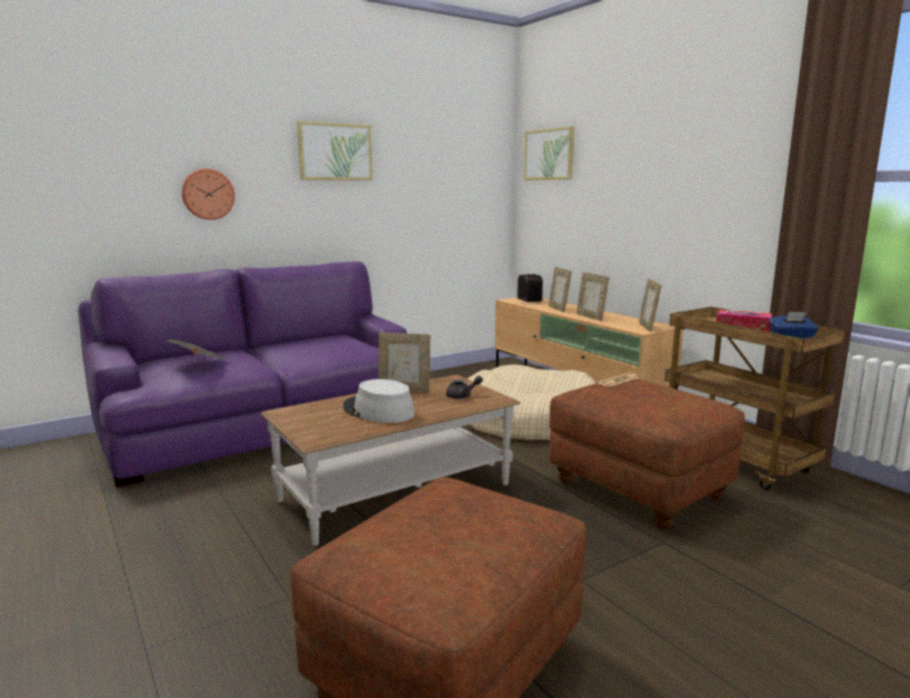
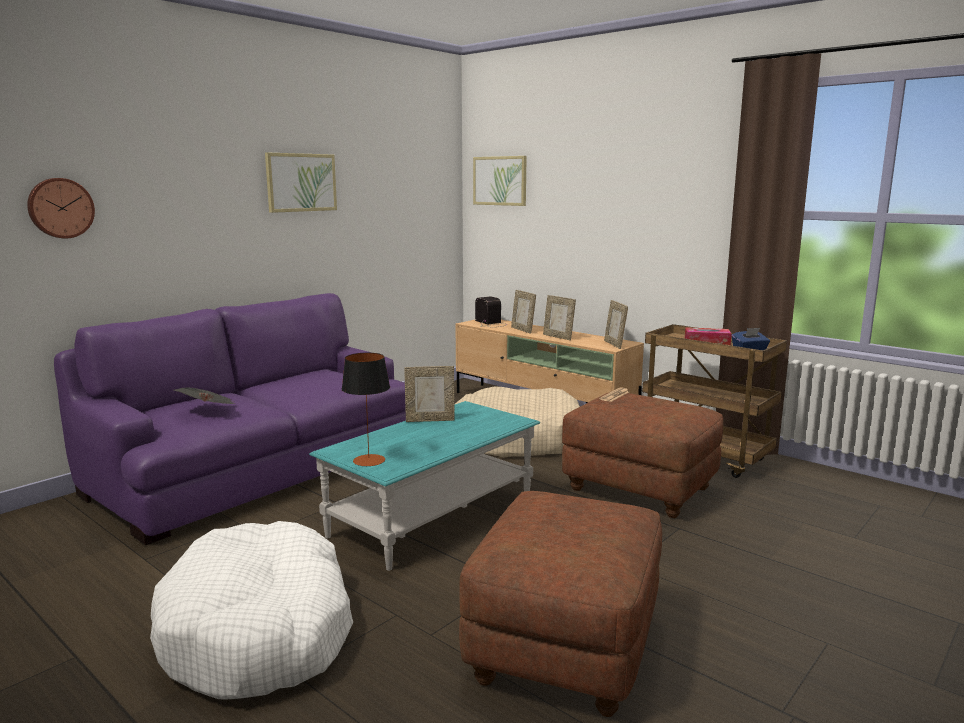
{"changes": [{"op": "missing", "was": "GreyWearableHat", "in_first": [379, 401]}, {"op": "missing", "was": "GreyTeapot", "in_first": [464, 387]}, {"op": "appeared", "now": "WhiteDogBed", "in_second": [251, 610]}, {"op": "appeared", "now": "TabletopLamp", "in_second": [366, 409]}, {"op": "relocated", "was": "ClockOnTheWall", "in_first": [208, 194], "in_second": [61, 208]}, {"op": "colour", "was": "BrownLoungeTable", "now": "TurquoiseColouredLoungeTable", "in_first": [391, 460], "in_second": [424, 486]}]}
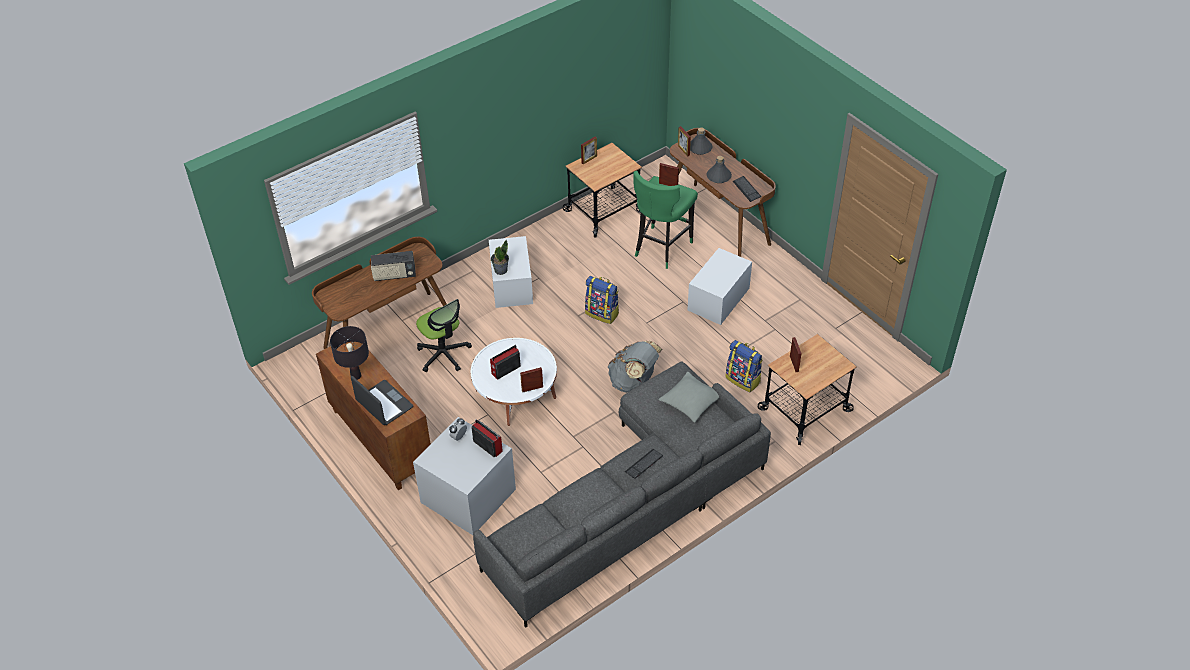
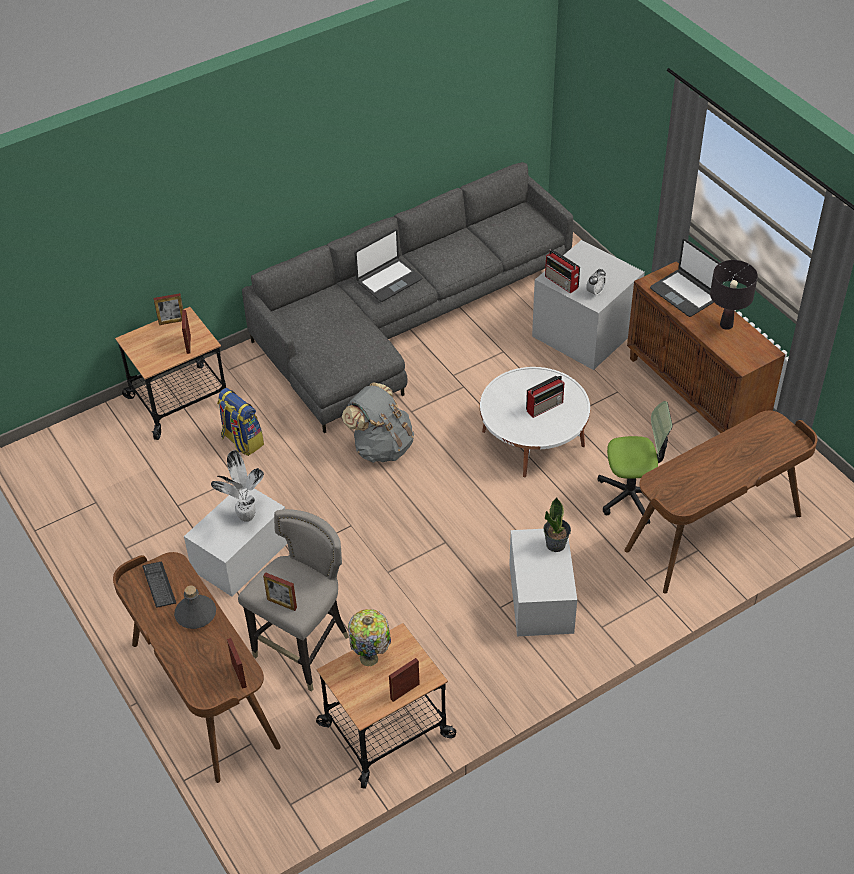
{"changes": [{"op": "missing", "was": "Radio", "in_first": [393, 266]}, {"op": "missing", "was": "Rucksack", "in_first": [602, 300]}, {"op": "missing", "was": "GreyThrowPillow", "in_first": [689, 397]}, {"op": "missing", "was": "GreyBottle", "in_first": [701, 141]}, {"op": "appeared", "now": "PlantInAPot", "in_second": [237, 486]}, {"op": "appeared", "now": "TabletopLamp", "in_second": [369, 637]}, {"op": "relocated", "was": "PhotoFrame", "in_first": [531, 379], "in_second": [168, 309]}, {"op": "exchanged", "was": "Keyboard", "now": "NotebookComputer", "in_first": [644, 464], "in_second": [388, 265]}, {"op": "colour", "was": "GreenColouredSittingStool", "now": "GreySittingStool", "in_first": [665, 220], "in_second": [293, 600]}, {"op": "spun", "was": "DeskChair", "in_first": [444, 335], "in_second": [635, 462], "clockwise": 120}]}
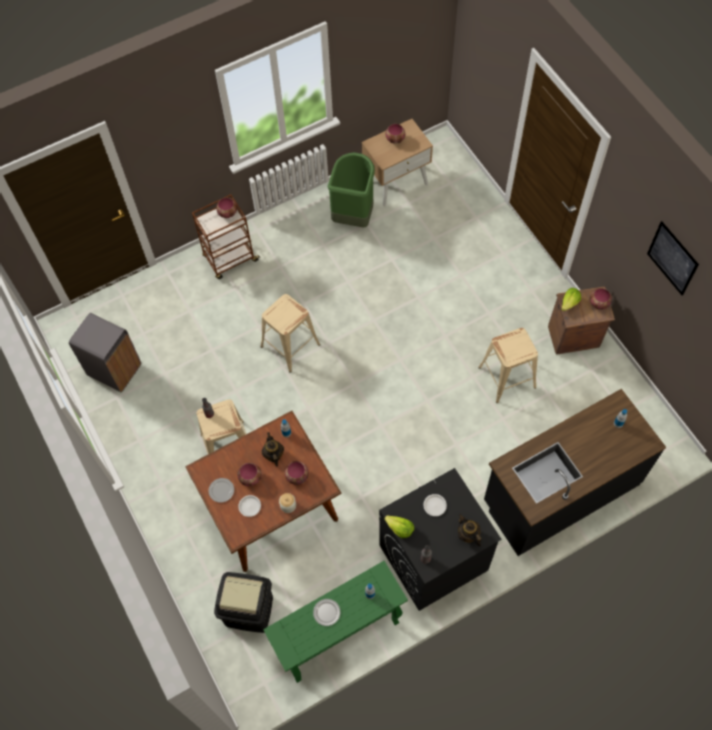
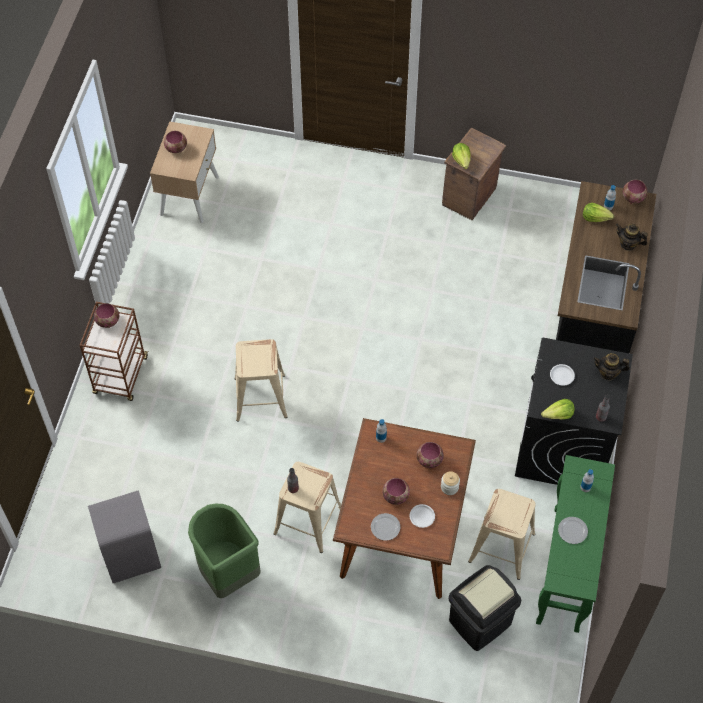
{"changes": [{"op": "missing", "was": "WallPicture", "in_first": [673, 258]}, {"op": "appeared", "now": "Lettuce", "in_second": [598, 212]}, {"op": "relocated", "was": "Teapot", "in_first": [273, 449], "in_second": [632, 237]}, {"op": "relocated", "was": "GreenColouredTrashCan", "in_first": [351, 189], "in_second": [224, 551]}, {"op": "relocated", "was": "SandColouredSittingStool", "in_first": [508, 365], "in_second": [502, 534]}, {"op": "relocated", "was": "ServingBowl", "in_first": [601, 299], "in_second": [635, 192]}]}
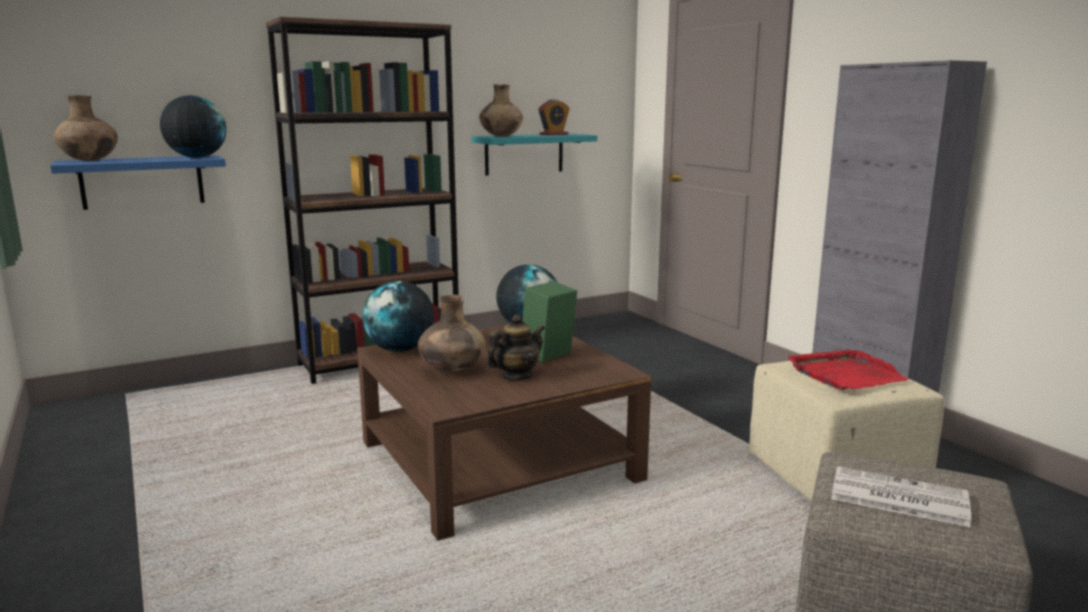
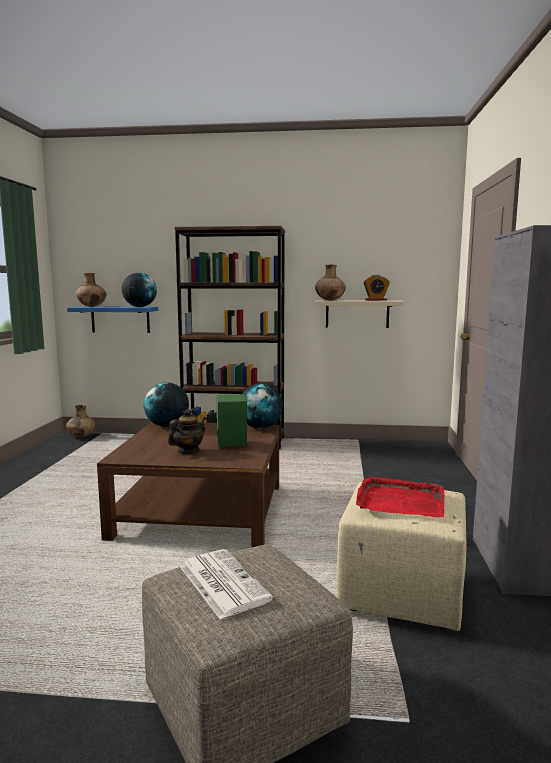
{"changes": [{"op": "relocated", "was": "BrownVase", "in_first": [451, 334], "in_second": [81, 421]}, {"op": "colour", "was": "TurquoiseColouredWallShelf", "now": "SandColouredWallShelf", "in_first": [534, 154], "in_second": [359, 314]}, {"op": "spun", "was": "Teapot", "in_first": [515, 347], "in_second": [187, 431], "clockwise": -45}]}
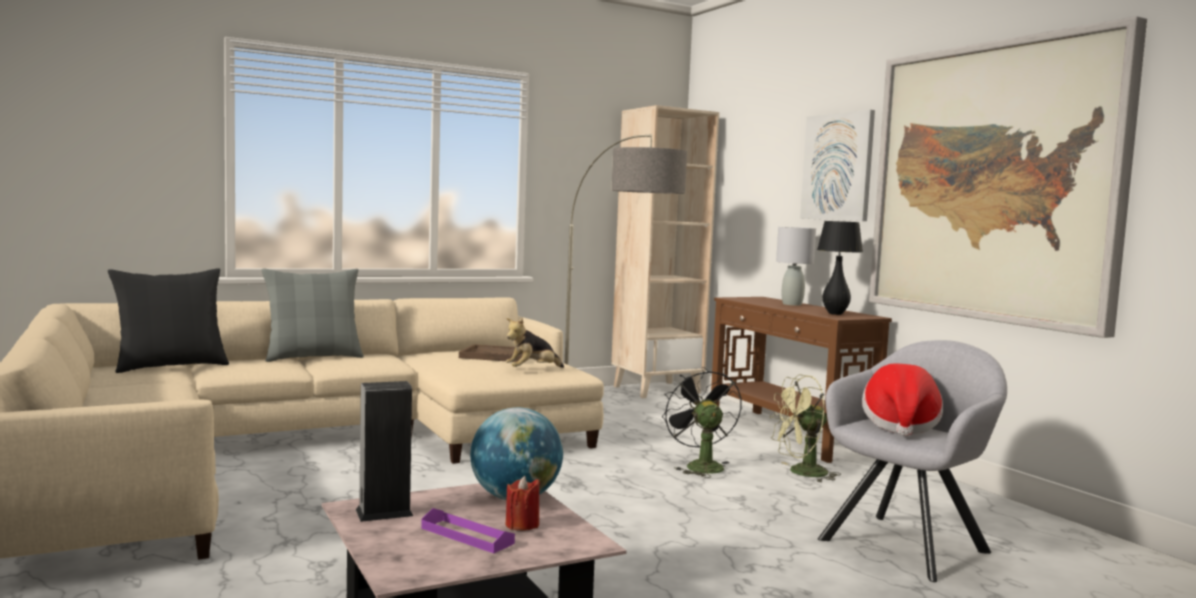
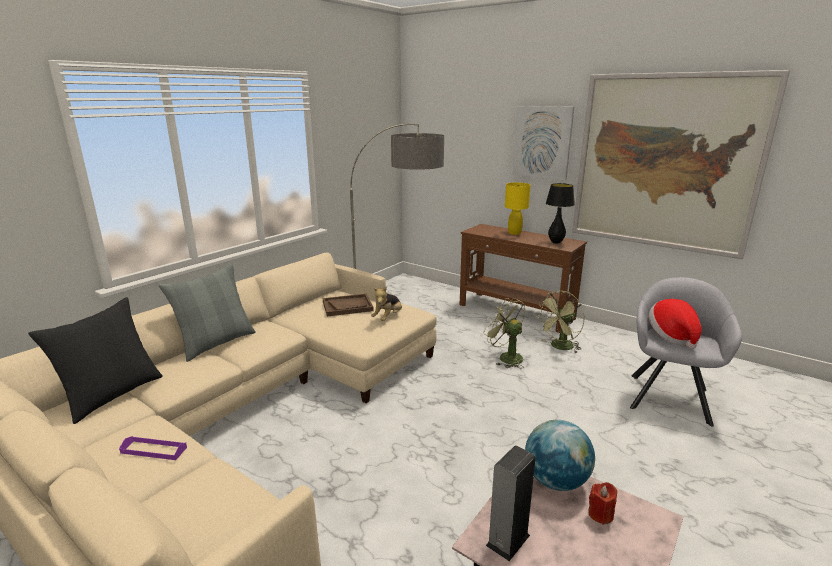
{"changes": [{"op": "missing", "was": "SandColouredShelvingUnit", "in_first": [665, 251]}, {"op": "relocated", "was": "PurpleColouredServingTray", "in_first": [468, 530], "in_second": [153, 448]}, {"op": "colour", "was": "BlackElectricFan", "now": "GreenColouredElectricFan", "in_first": [702, 422], "in_second": [504, 333]}, {"op": "colour", "was": "GreyTabletopLamp", "now": "YellowTabletopLamp", "in_first": [796, 266], "in_second": [518, 208]}]}
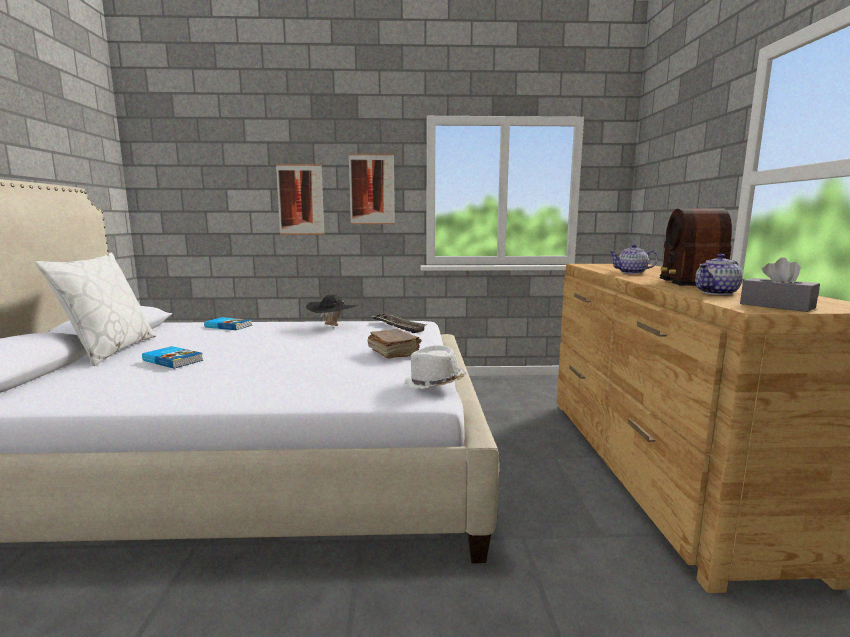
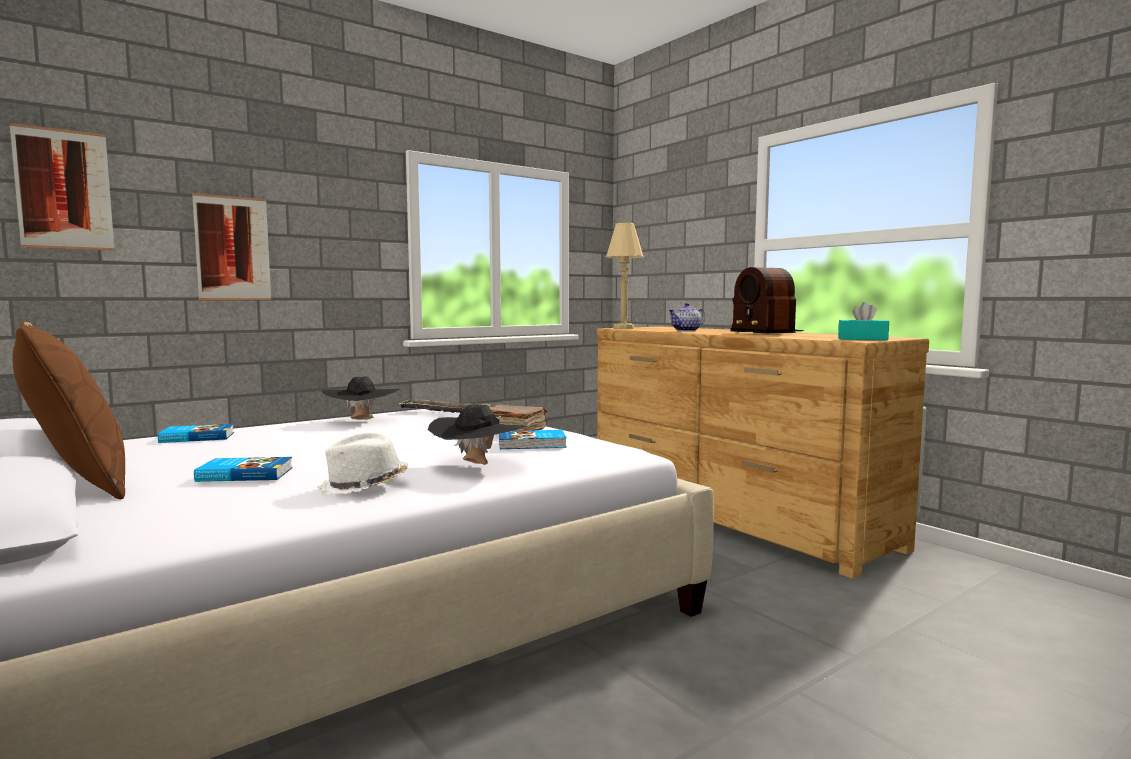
{"changes": [{"op": "missing", "was": "Teapot", "in_first": [719, 274]}, {"op": "appeared", "now": "BlackWearableHat", "in_second": [476, 434]}, {"op": "appeared", "now": "Book", "in_second": [533, 439]}, {"op": "appeared", "now": "SandColouredTabletopLamp", "in_second": [625, 276]}, {"op": "relocated", "was": "WallPicture", "in_first": [372, 189], "in_second": [62, 187]}, {"op": "relocated", "was": "WhiteWearableHat", "in_first": [435, 367], "in_second": [362, 464]}, {"op": "colour", "was": "WhiteThrowPillow", "now": "BrownThrowPillow", "in_first": [95, 309], "in_second": [69, 410]}, {"op": "colour", "was": "GreyBoxOfTissues", "now": "TurquoiseColouredBoxOfTissues", "in_first": [780, 284], "in_second": [863, 321]}]}
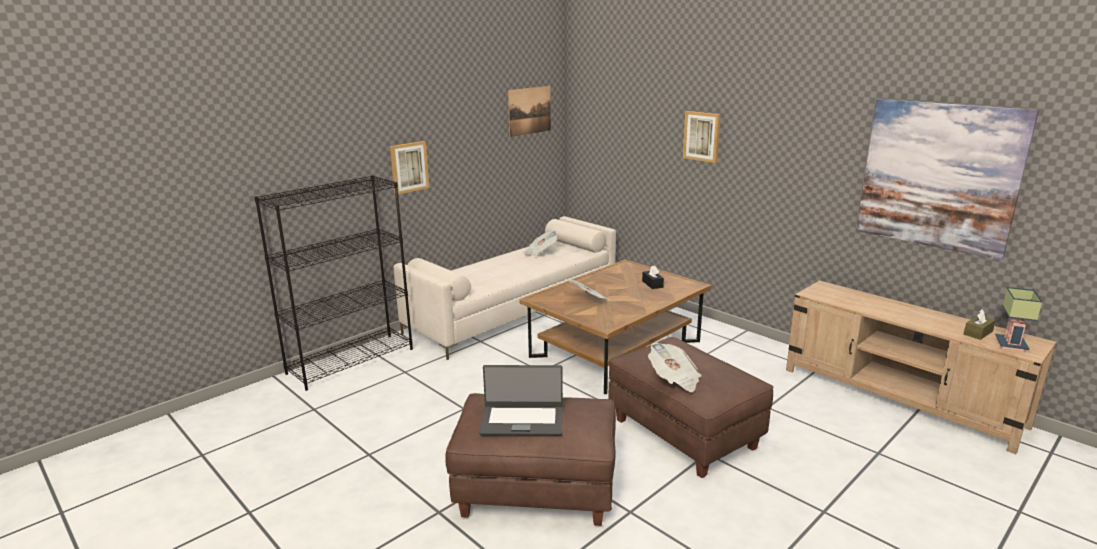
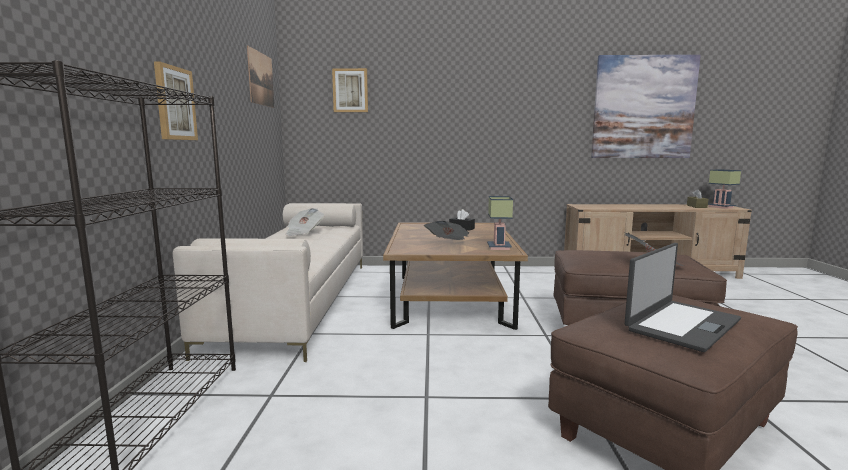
{"changes": [{"op": "appeared", "now": "TabletopLamp", "in_second": [500, 223]}, {"op": "relocated", "was": "WallPicture", "in_first": [702, 137], "in_second": [350, 90]}]}
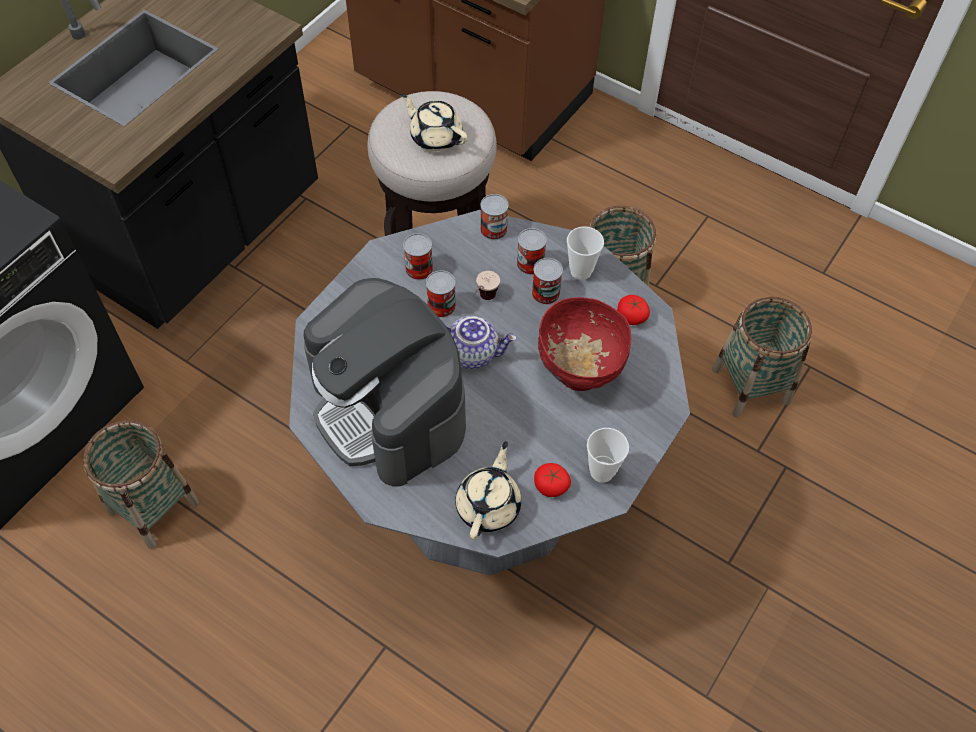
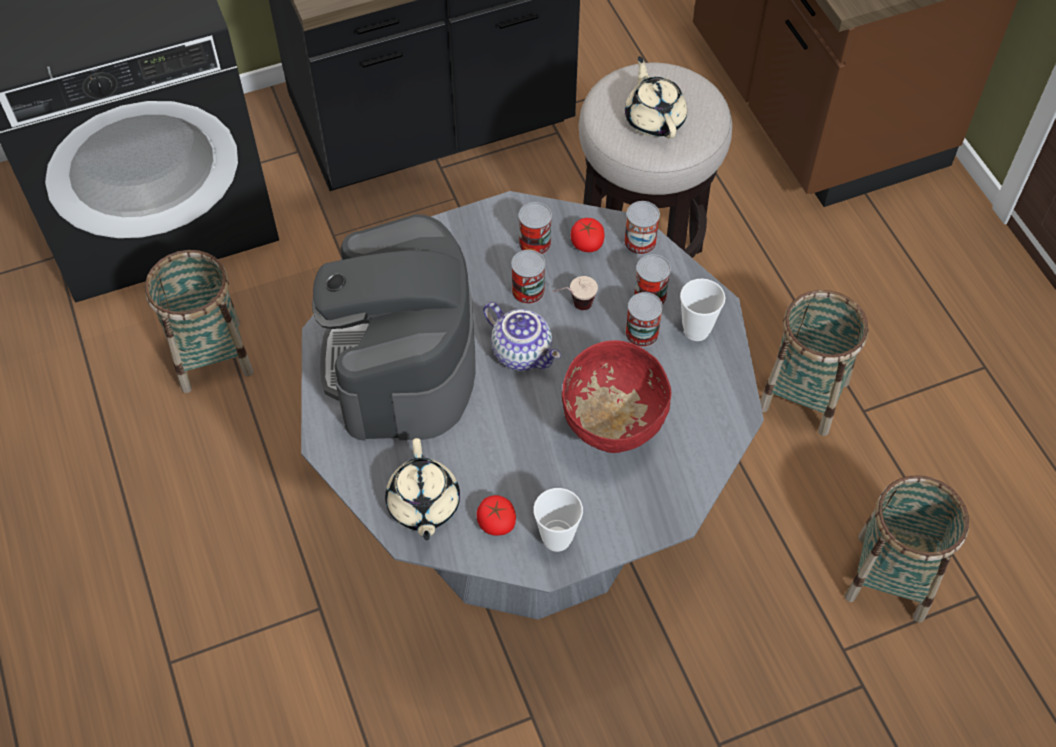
{"changes": [{"op": "relocated", "was": "WholeTomato", "in_first": [633, 310], "in_second": [588, 235]}, {"op": "spun", "was": "SandColouredTeapot", "in_first": [488, 490], "in_second": [422, 489], "clockwise": 120}]}
